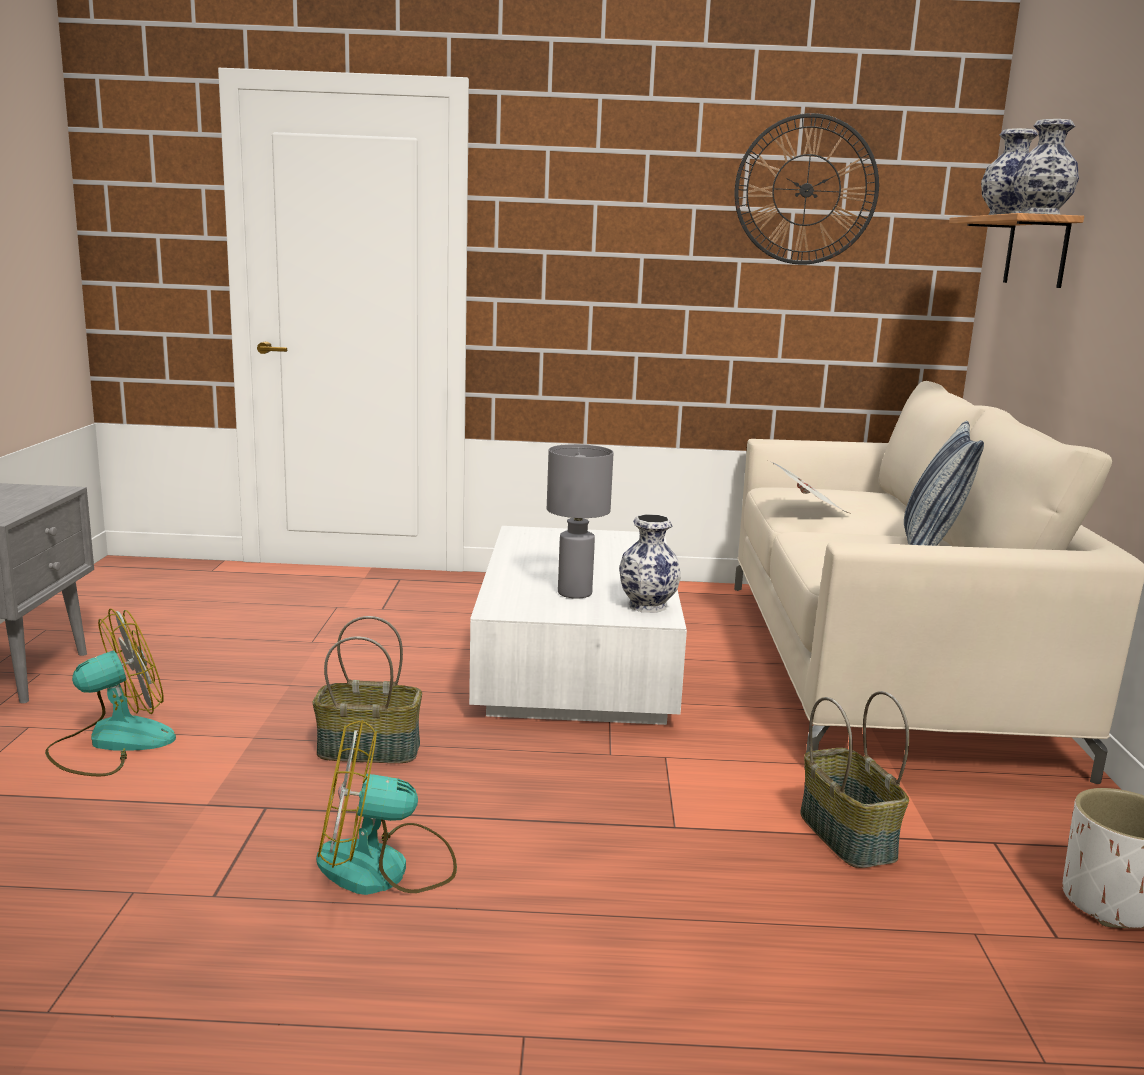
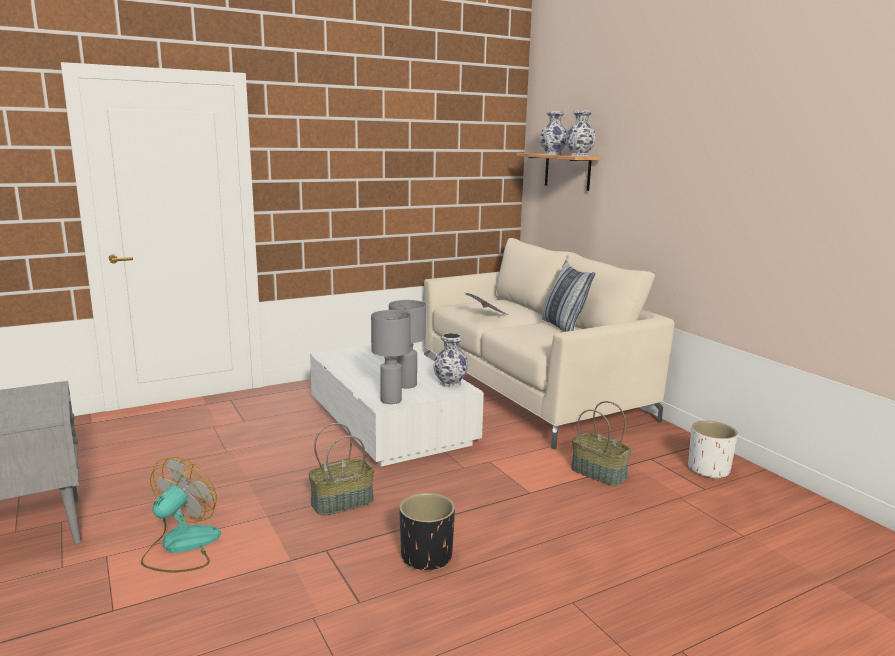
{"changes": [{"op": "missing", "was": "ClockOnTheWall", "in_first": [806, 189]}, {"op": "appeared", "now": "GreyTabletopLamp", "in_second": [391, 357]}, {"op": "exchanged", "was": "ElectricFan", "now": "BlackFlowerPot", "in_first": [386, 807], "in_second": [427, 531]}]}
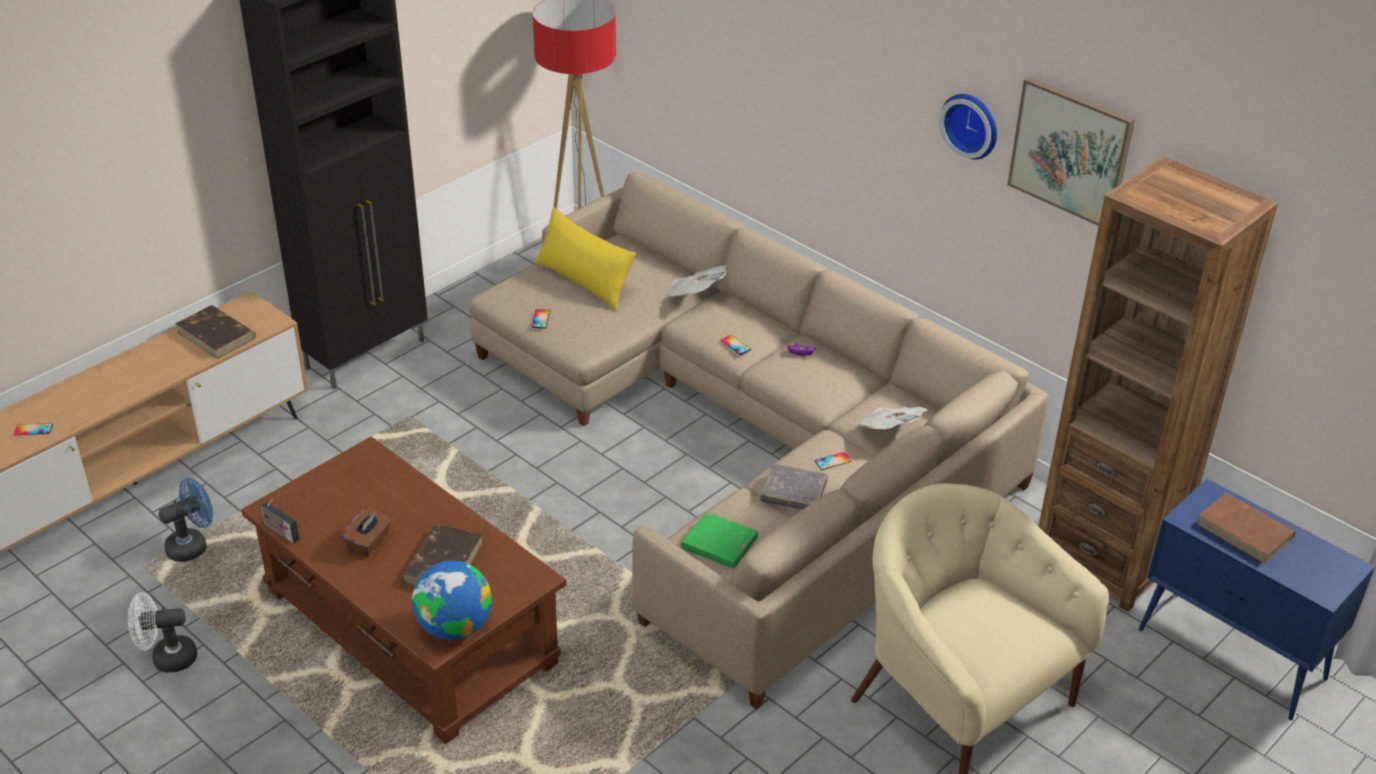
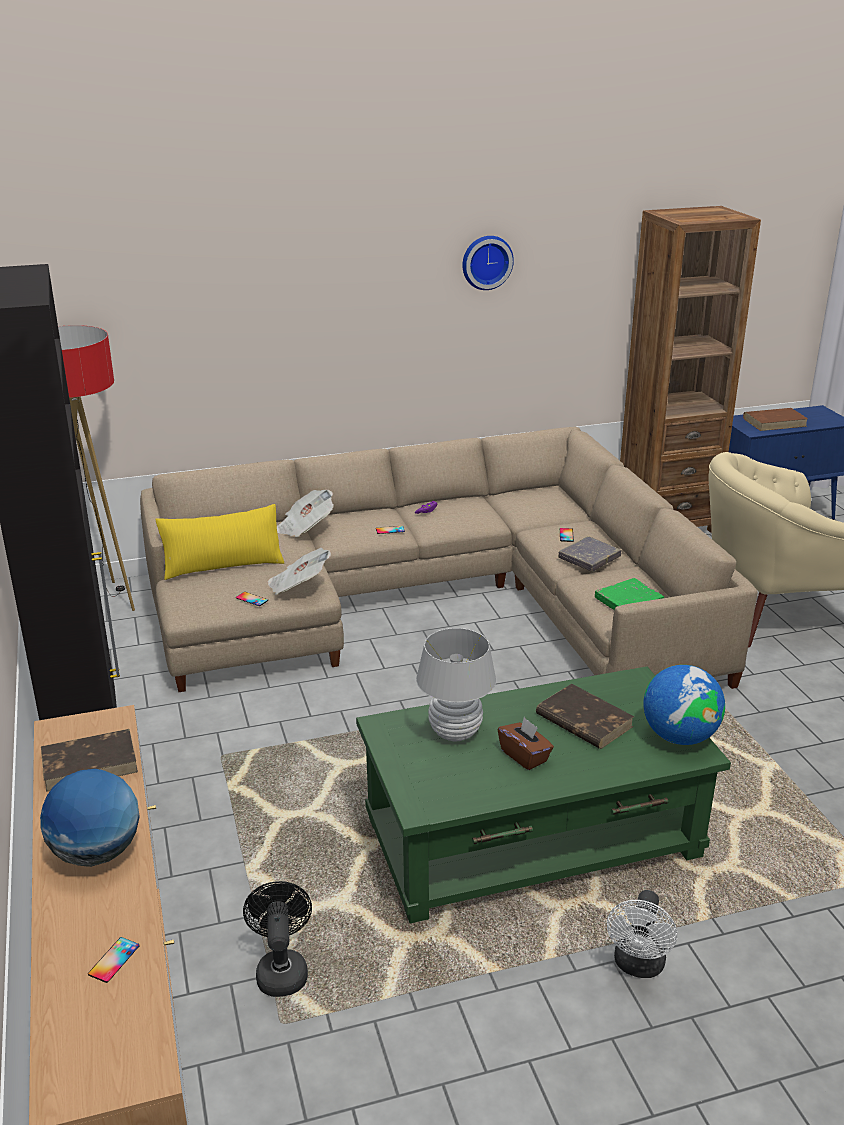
{"changes": [{"op": "missing", "was": "Radio", "in_first": [280, 521]}, {"op": "missing", "was": "WallPicture", "in_first": [1071, 151]}, {"op": "appeared", "now": "WorldGlobe", "in_second": [90, 818]}, {"op": "appeared", "now": "WhiteTabletopLamp", "in_second": [456, 684]}, {"op": "relocated", "was": "WhiteElectricFan", "in_first": [162, 632], "in_second": [642, 934]}, {"op": "relocated", "was": "DailyPaper", "in_first": [891, 418], "in_second": [299, 571]}, {"op": "colour", "was": "BlueElectricFan", "now": "BlackElectricFan", "in_first": [186, 520], "in_second": [277, 939]}, {"op": "colour", "was": "BrownLoungeTable", "now": "GreenColouredLoungeTable", "in_first": [404, 590], "in_second": [543, 794]}]}
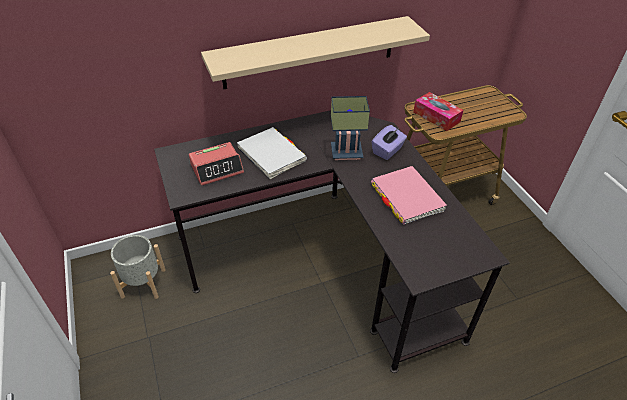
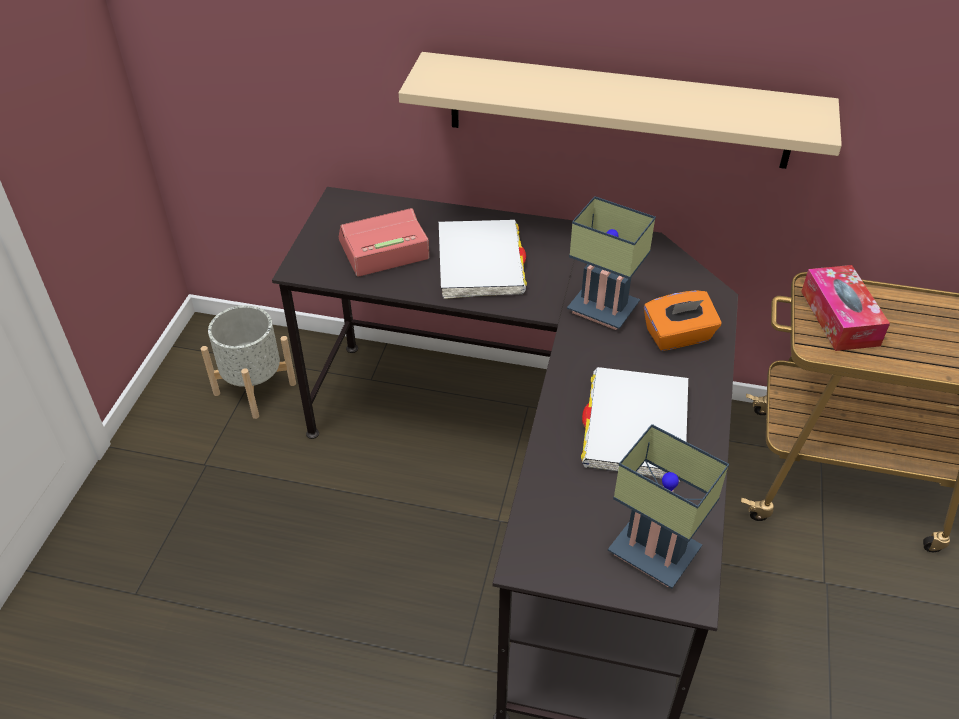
{"changes": [{"op": "appeared", "now": "TabletopLamp", "in_second": [668, 506]}, {"op": "colour", "was": "PinkBook", "now": "WhiteBook", "in_first": [409, 195], "in_second": [634, 424]}, {"op": "colour", "was": "PurpleColouredBoxOfTissues", "now": "OrangeColouredBoxOfTissues", "in_first": [389, 142], "in_second": [683, 320]}, {"op": "spun", "was": "AlarmClock", "in_first": [216, 164], "in_second": [384, 242], "clockwise": 150}]}
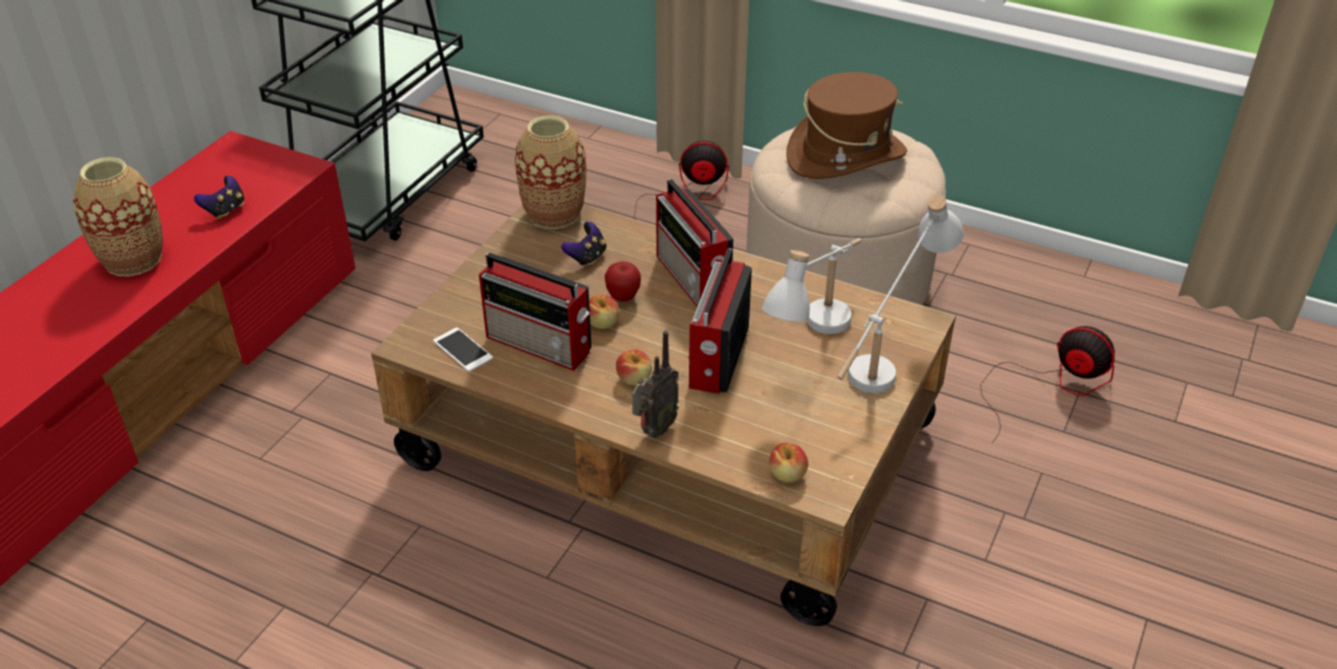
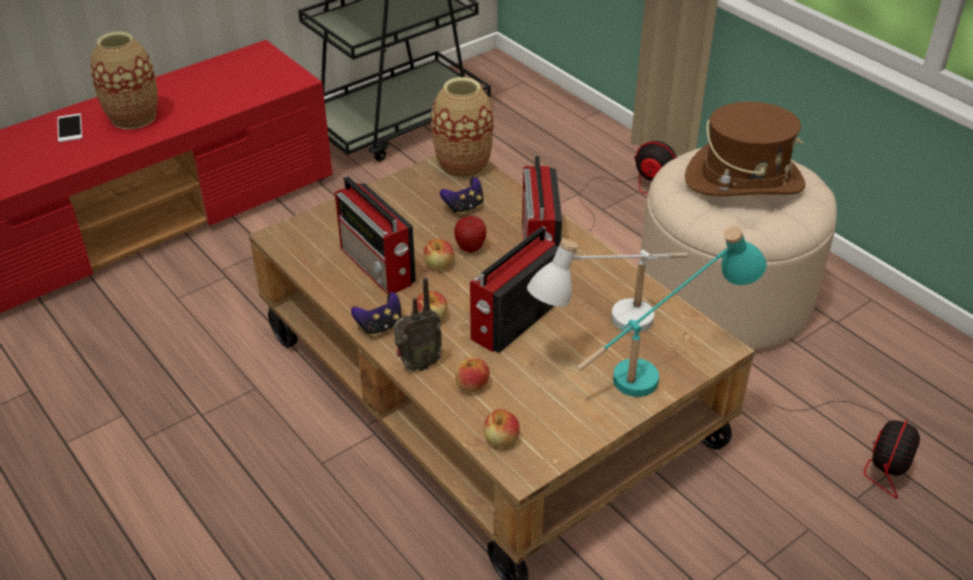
{"changes": [{"op": "appeared", "now": "Apple", "in_second": [472, 375]}, {"op": "relocated", "was": "GameController", "in_first": [219, 197], "in_second": [376, 314]}, {"op": "relocated", "was": "Handset", "in_first": [463, 350], "in_second": [69, 128]}, {"op": "colour", "was": "WhiteTabletopLamp", "now": "TurquoiseColouredTabletopLamp", "in_first": [900, 293], "in_second": [672, 311]}, {"op": "spun", "was": "ElectricFan", "in_first": [1047, 384], "in_second": [845, 450], "clockwise": 60}]}
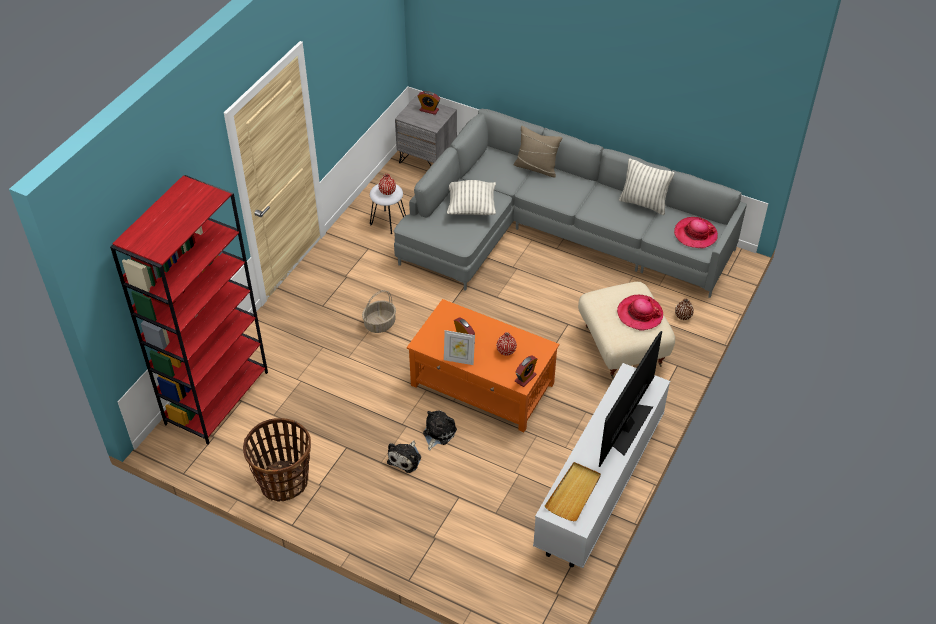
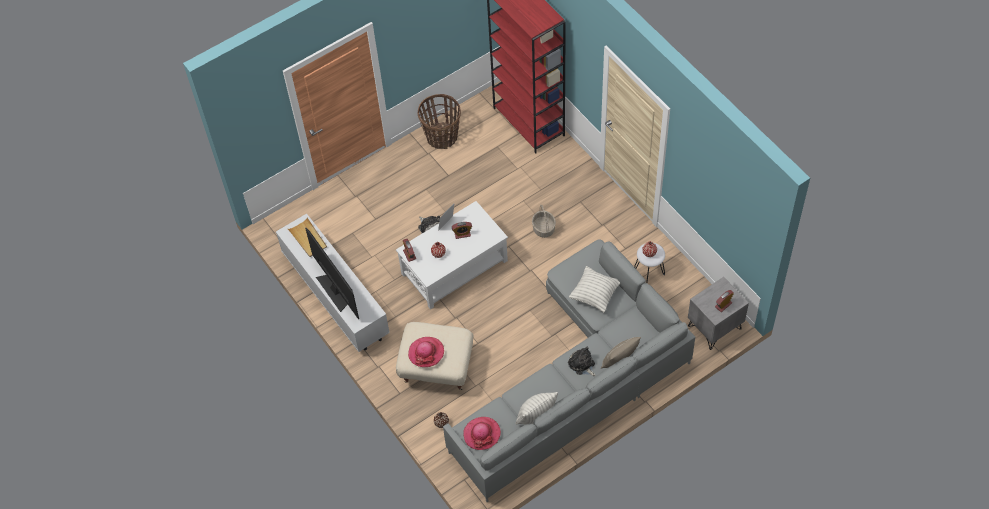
{"changes": [{"op": "relocated", "was": "CuddlyToy", "in_first": [404, 456], "in_second": [582, 361]}, {"op": "colour", "was": "OrangeColouredLoungeTable", "now": "WhiteLoungeTable", "in_first": [483, 365], "in_second": [452, 255]}]}
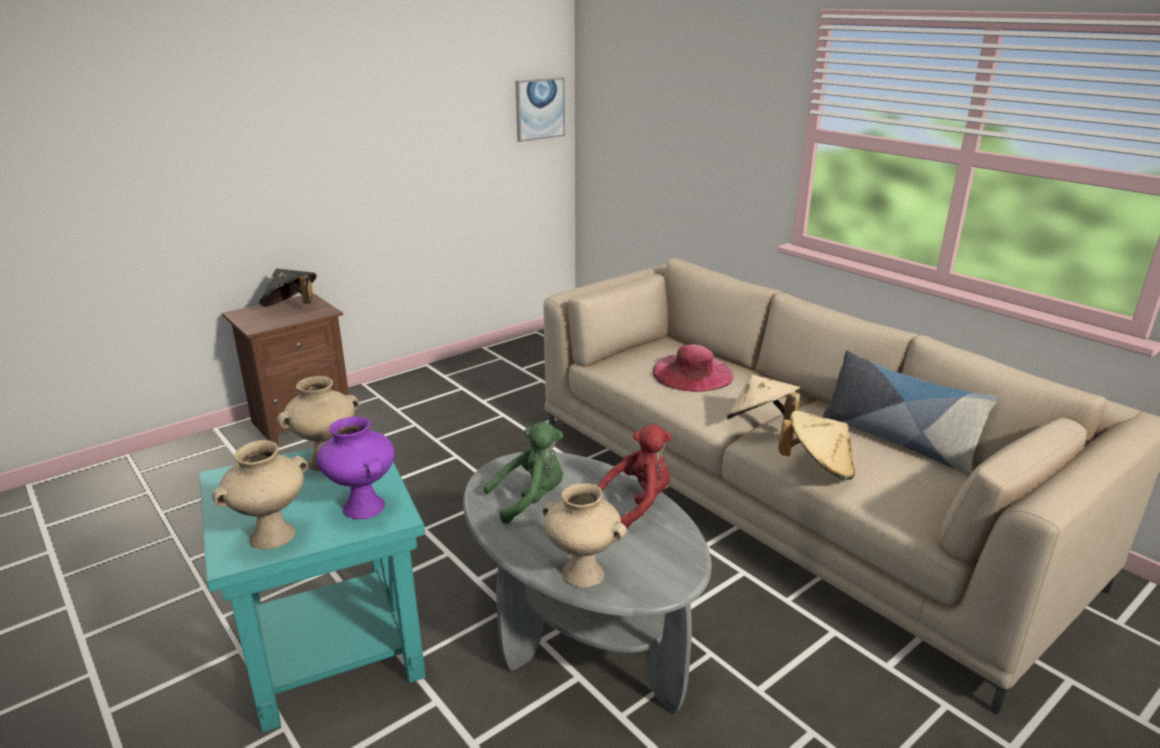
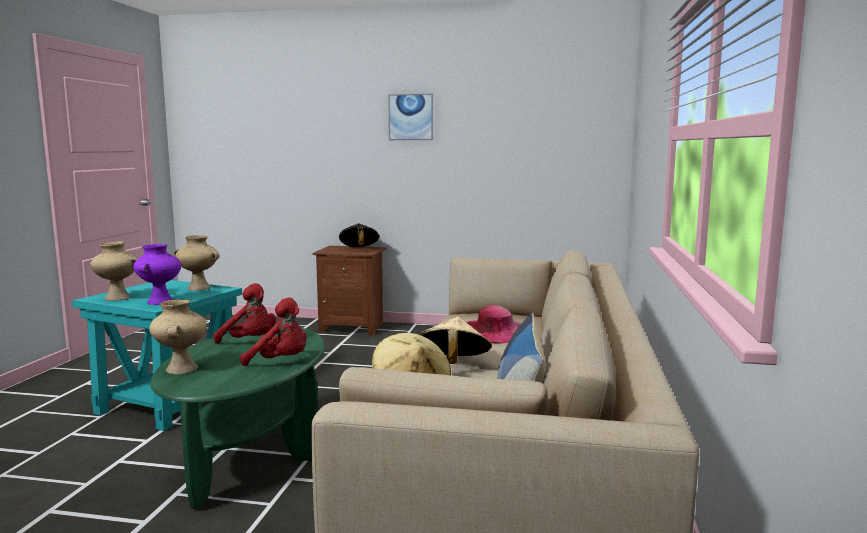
{"changes": [{"op": "relocated", "was": "WallPicture", "in_first": [540, 109], "in_second": [410, 117]}, {"op": "colour", "was": "GreyLoungeTable", "now": "GreenColouredLoungeTable", "in_first": [587, 582], "in_second": [237, 417]}, {"op": "colour", "was": "GreenColouredCuddlyToy", "now": "RedColouredCuddlyToy", "in_first": [523, 473], "in_second": [244, 313]}]}
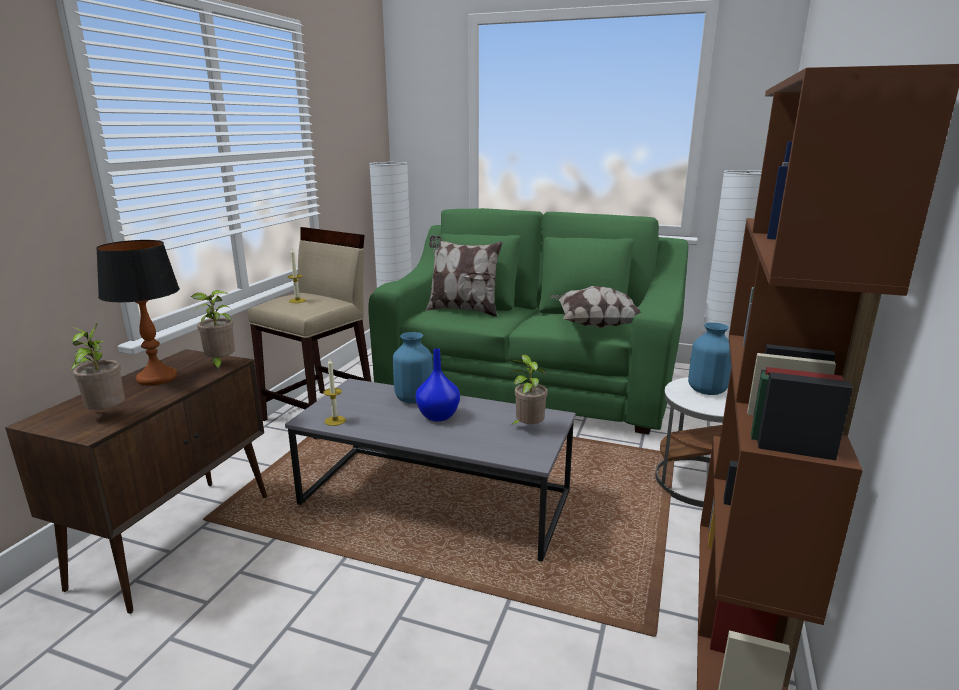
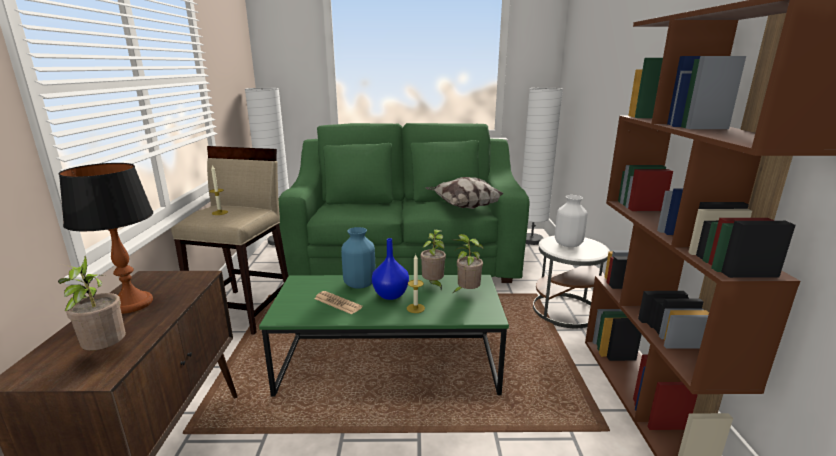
{"changes": [{"op": "missing", "was": "ThrowPillow", "in_first": [464, 276]}, {"op": "appeared", "now": "DailyPaper", "in_second": [338, 302]}, {"op": "relocated", "was": "PlantInAPot", "in_first": [213, 331], "in_second": [433, 259]}, {"op": "relocated", "was": "WaxCandle", "in_first": [334, 392], "in_second": [416, 284]}, {"op": "colour", "was": "GreyLoungeTable", "now": "GreenColouredLoungeTable", "in_first": [430, 470], "in_second": [384, 336]}, {"op": "colour", "was": "BlueVase", "now": "WhiteVase", "in_first": [709, 359], "in_second": [571, 221]}]}
